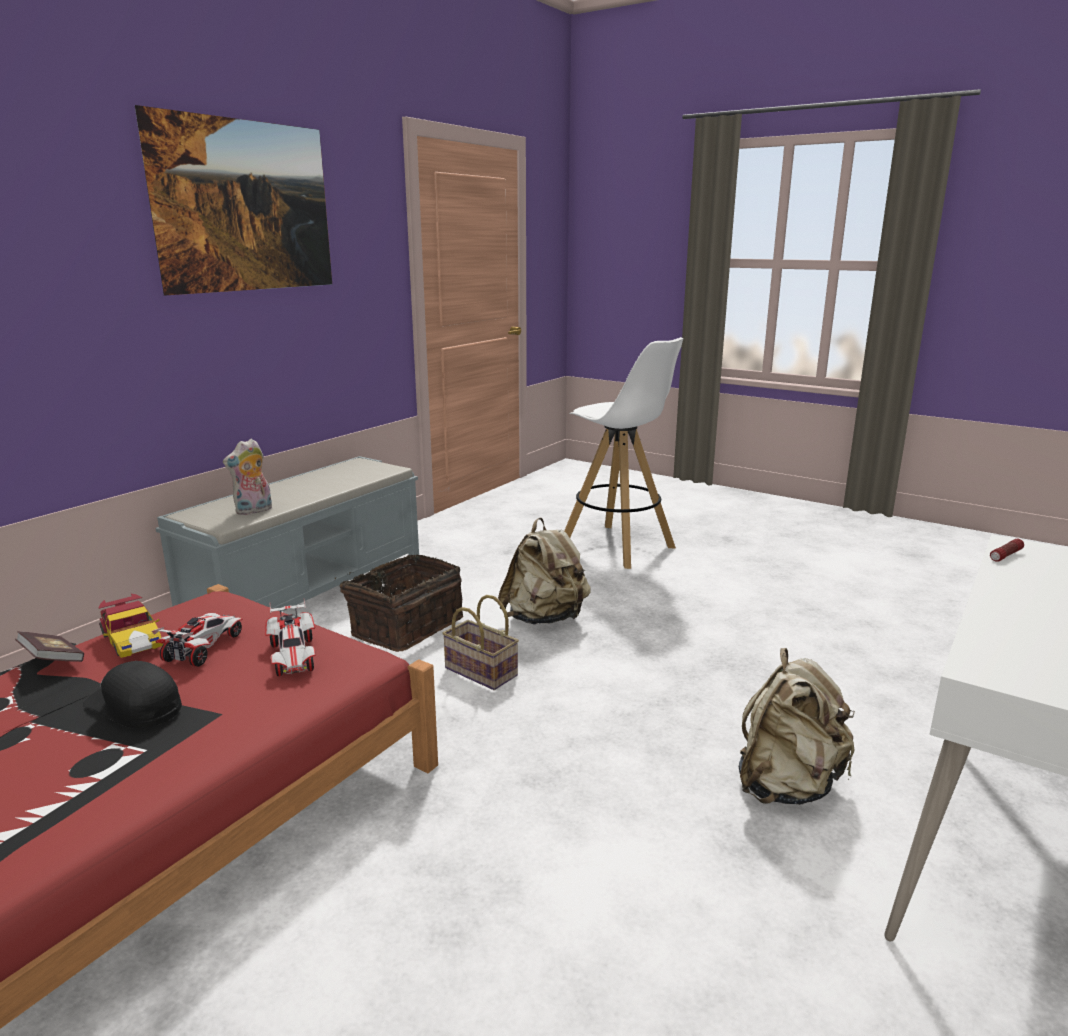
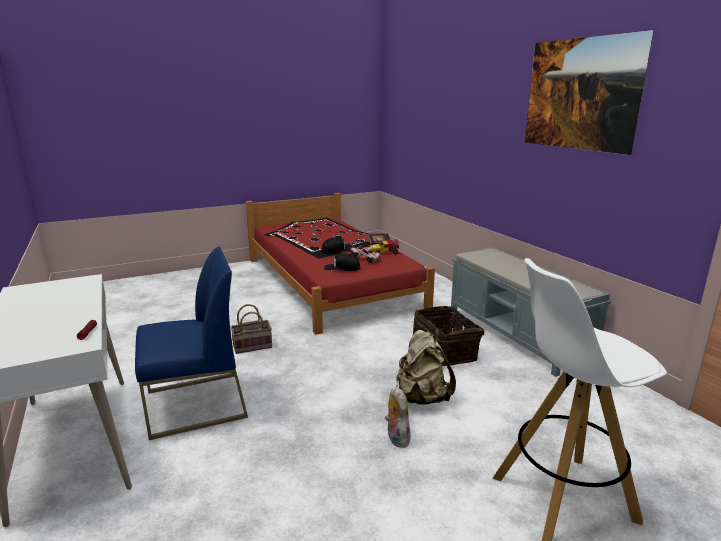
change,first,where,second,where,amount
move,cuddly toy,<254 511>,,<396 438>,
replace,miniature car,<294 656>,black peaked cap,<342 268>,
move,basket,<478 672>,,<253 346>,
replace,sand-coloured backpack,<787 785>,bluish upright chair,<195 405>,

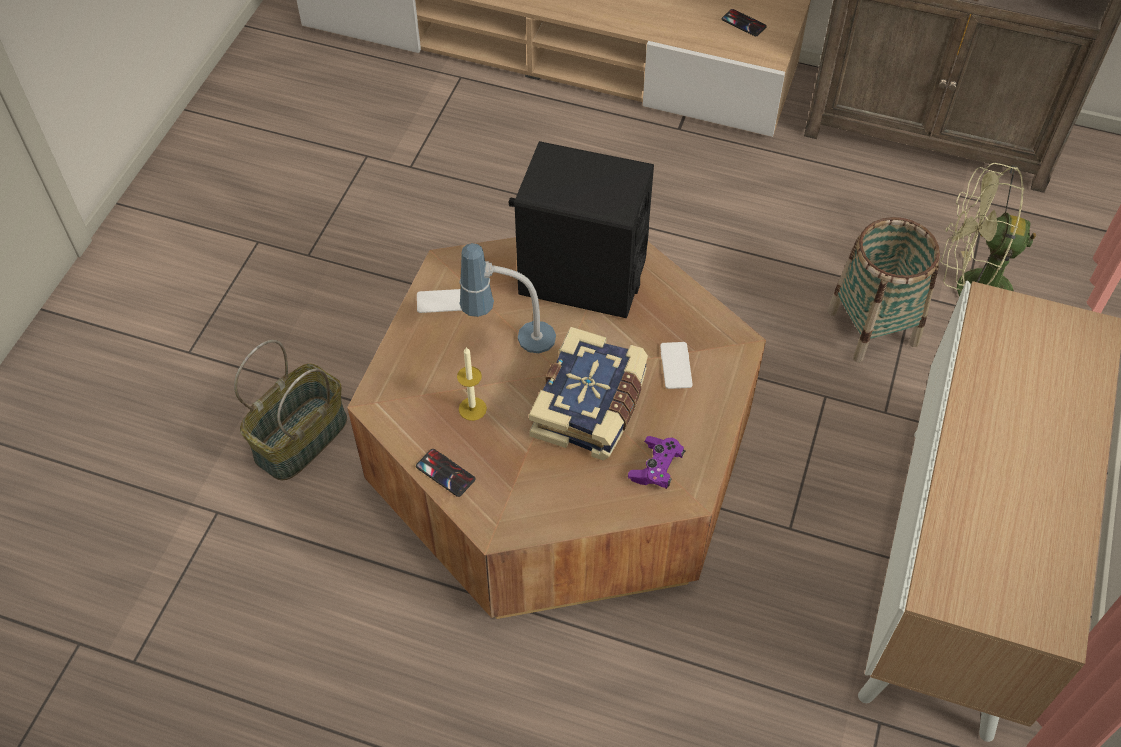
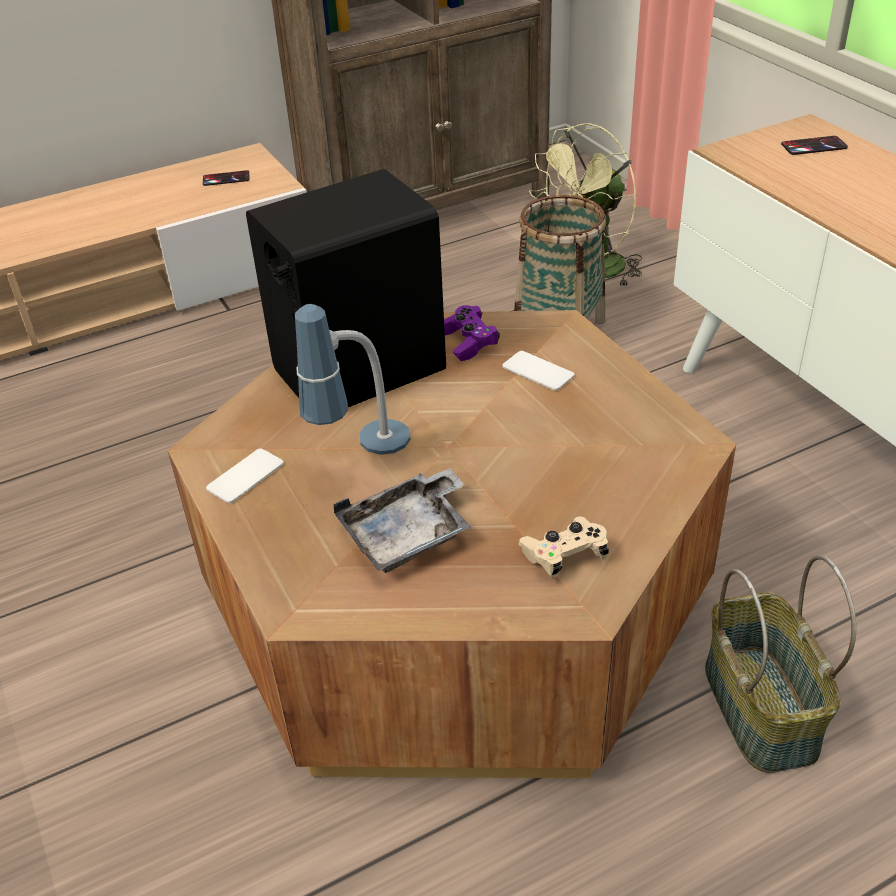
change,first,where,second,where,amount
move,basket,<300 437>,,<757 707>,
move,handset,<445 473>,,<813 146>,
replace,candle,<472 408>,gray carrying tray,<408 534>,
delete,volume,<591 406>,,,
move,purple-coloured gamepad,<656 468>,,<467 342>,
insert,,,sand-coloured gamepad,<564 556>,

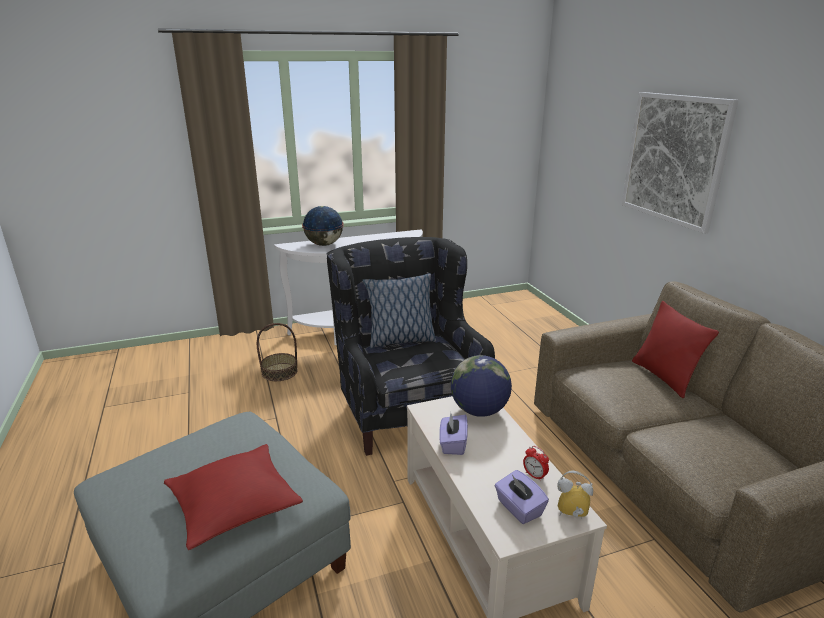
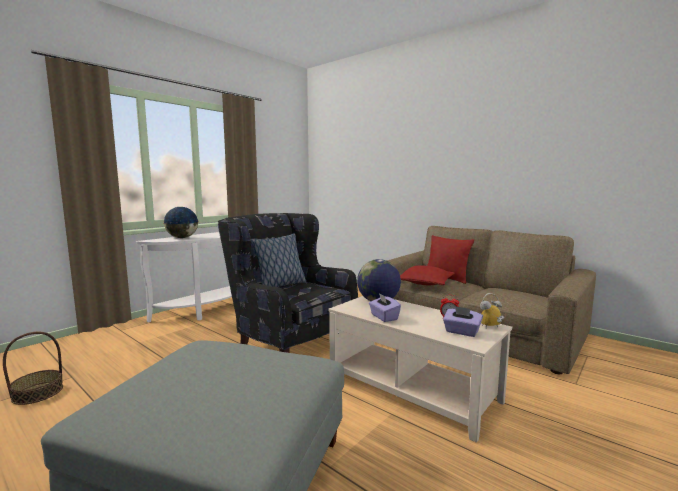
change,first,where,second,where,amount
move,red cushion,<234 504>,,<425 283>,
move,basket,<279 372>,,<38 393>,
delete,picture,<674 159>,,,

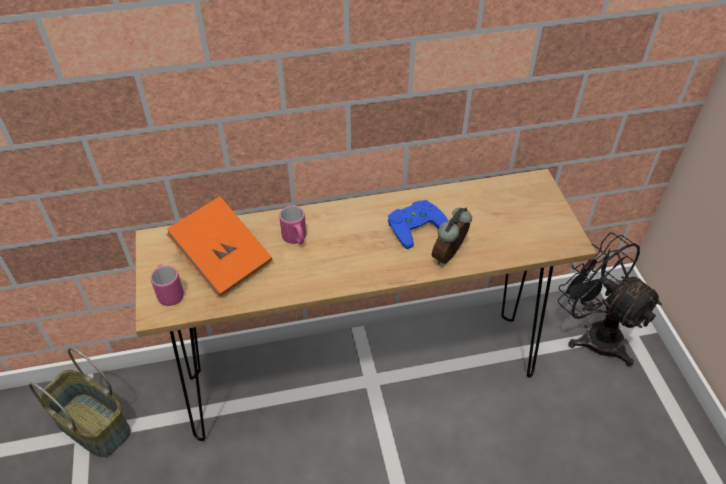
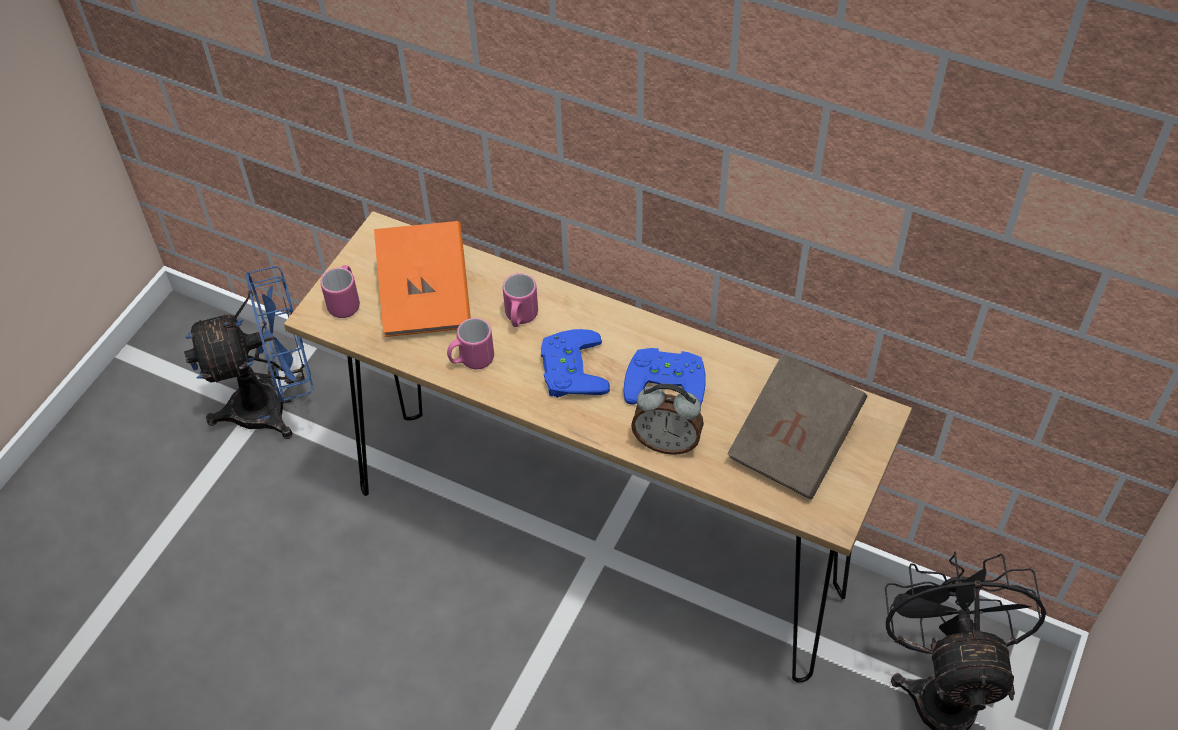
change,first,where,second,where,amount
replace,basket,<91 426>,bluish electric fan,<274 405>,
rotate,bedside clock,<450 256>,,<667 442>,150 degrees counterclockwise
insert,,,pinkish mug,<471 360>,
insert,,,bluish gamepad,<568 369>,
insert,,,brownish volume,<794 444>,

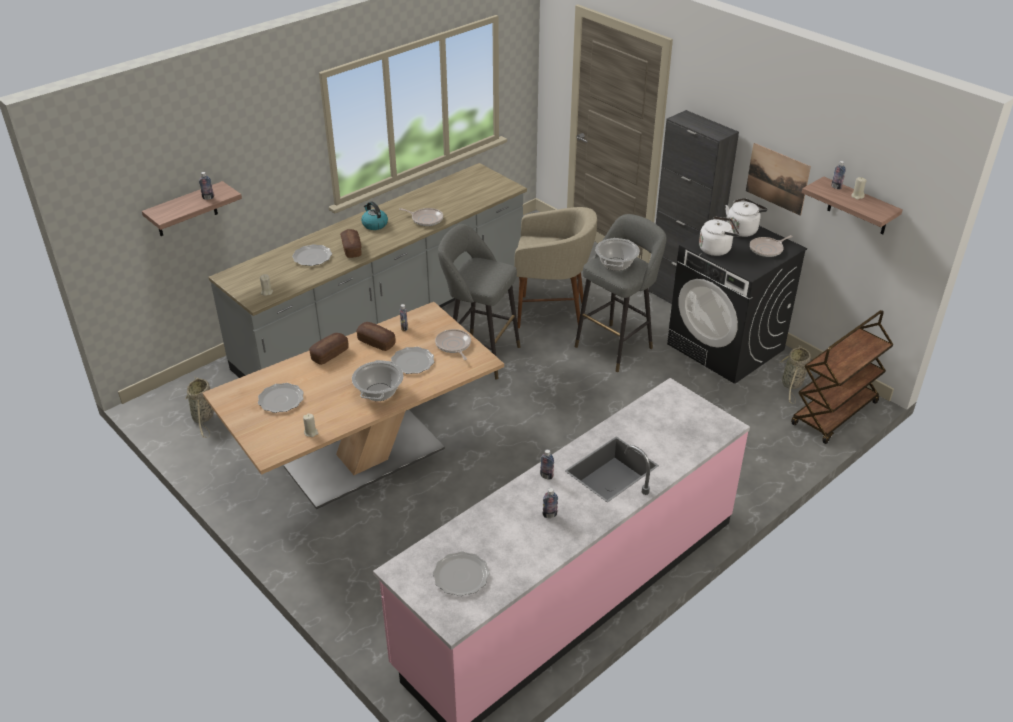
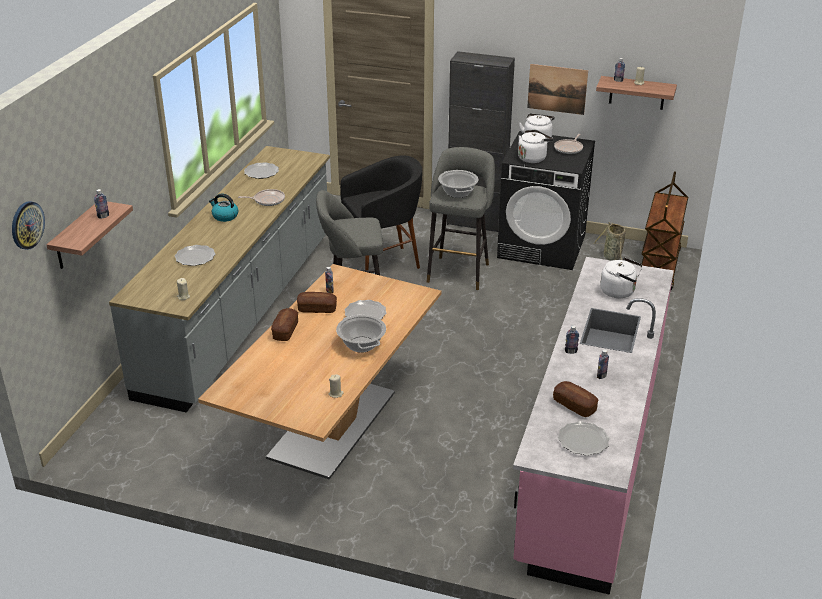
change,first,where,second,where,amount
delete,basket,<203 418>,,,
move,flat dish,<281 400>,,<261 172>,
move,bakery bread,<351 249>,,<574 405>,
delete,skillet,<453 345>,,,
recolor,sand-coloured stool,<551 314>,black stool,<384 263>,
insert,,,wall clock,<27 225>,
insert,,,whitish tea kettle,<619 292>,

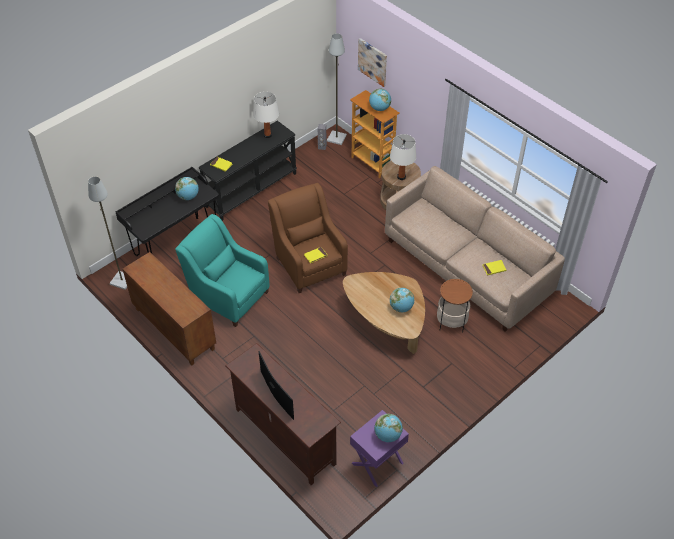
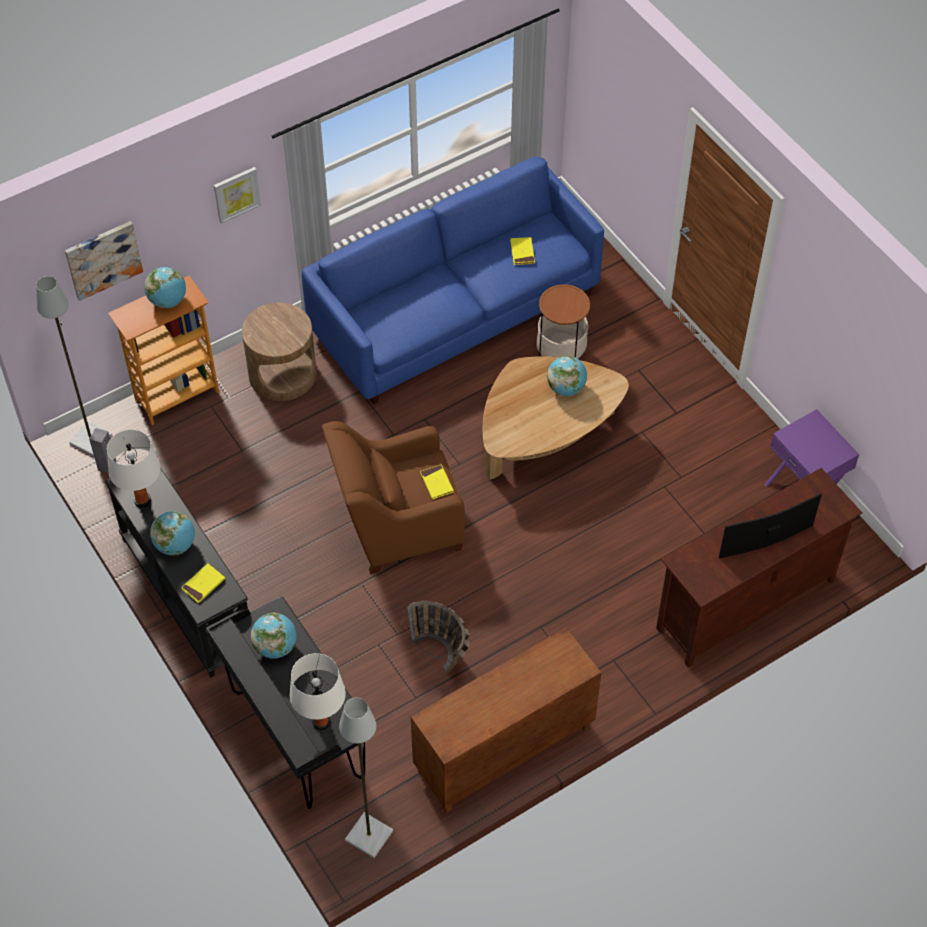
change,first,where,second,where,amount
replace,turquoise-coloured lounge chair,<227 295>,basket,<443 658>,
move,globe,<388 435>,,<175 545>,
recolor,sand-coloured sofa,<467 267>,bluish sofa,<455 313>,
move,whitish lamp for a table,<401 177>,,<321 722>,
insert,,,picture,<236 194>,

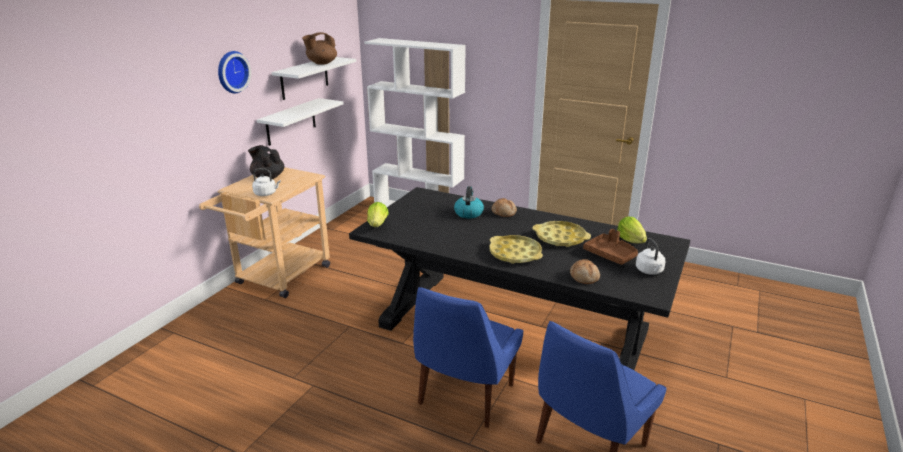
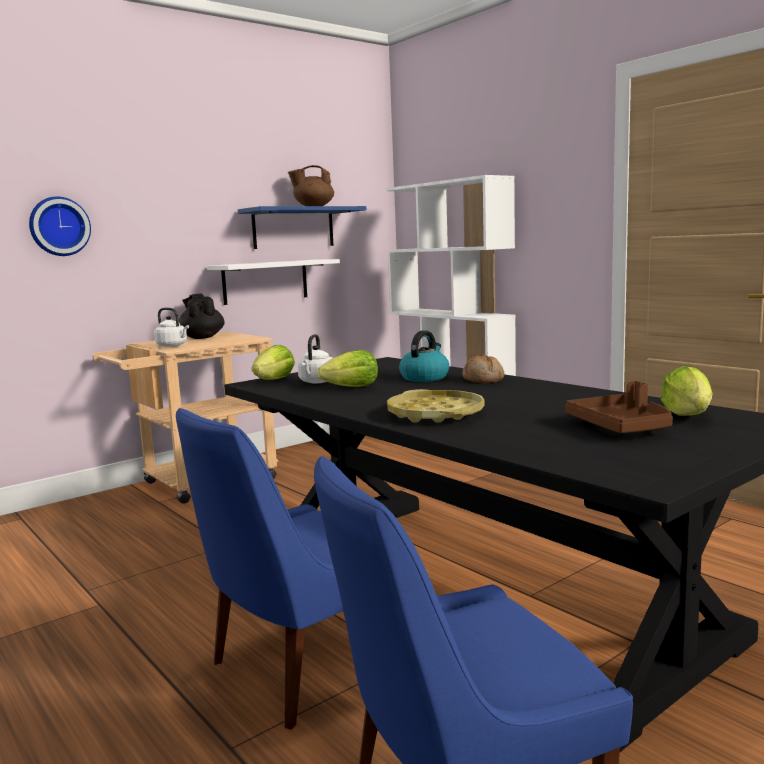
change,first,where,second,where,amount
move,wall clock,<231 72>,,<59 226>,
recolor,whitish wall shelf,<304 78>,bluish wall shelf,<293 228>,
delete,yellow-coloured carrying tray,<560 238>,,,
delete,bakery bread,<584 277>,,,
move,whitish tea kettle,<649 271>,,<317 382>,
insert,,,lettuce head,<352 388>,

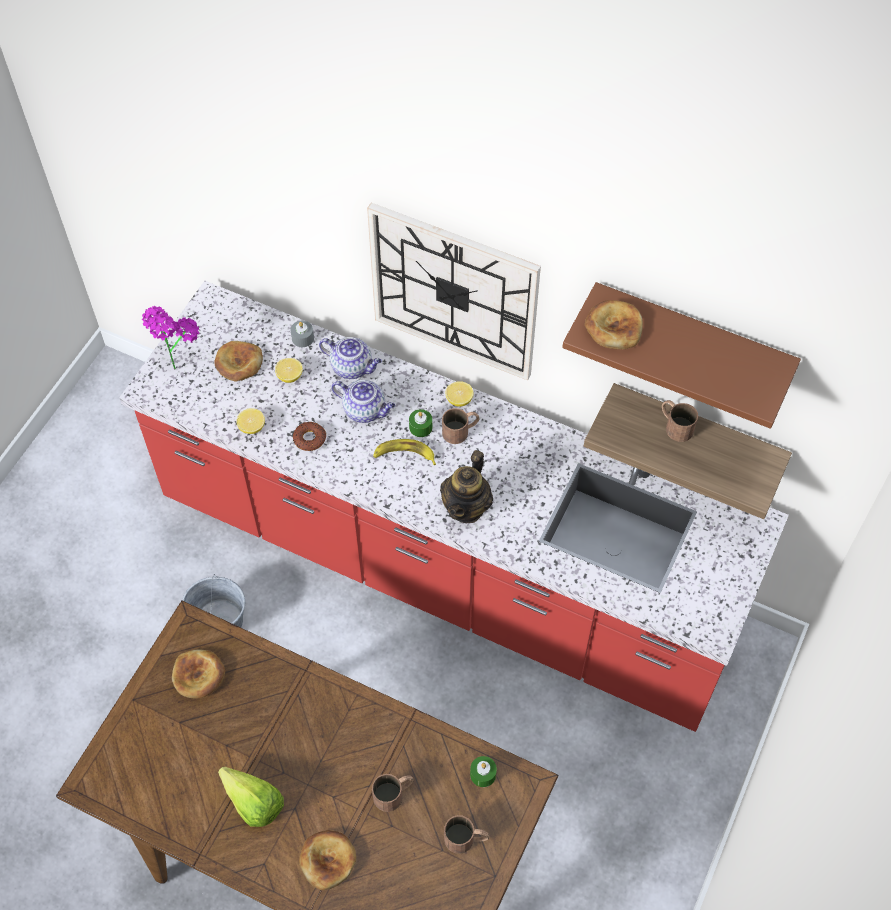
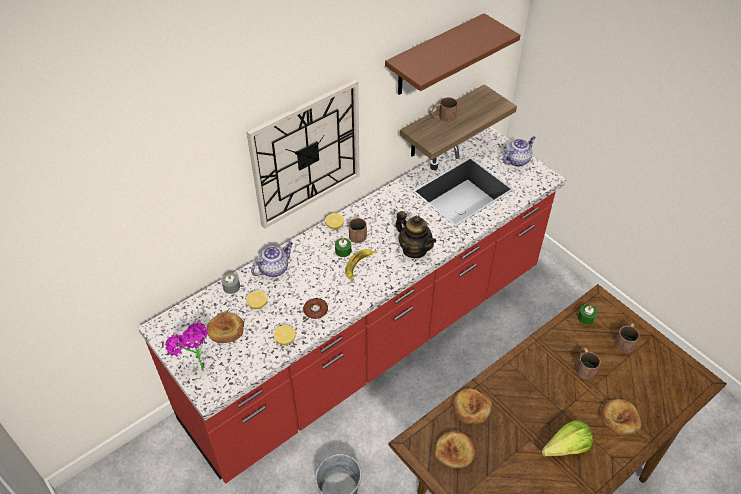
change,first,where,second,where,amount
move,tea pot,<365 410>,,<517 160>,
move,bakery bread,<614 327>,,<471 408>,

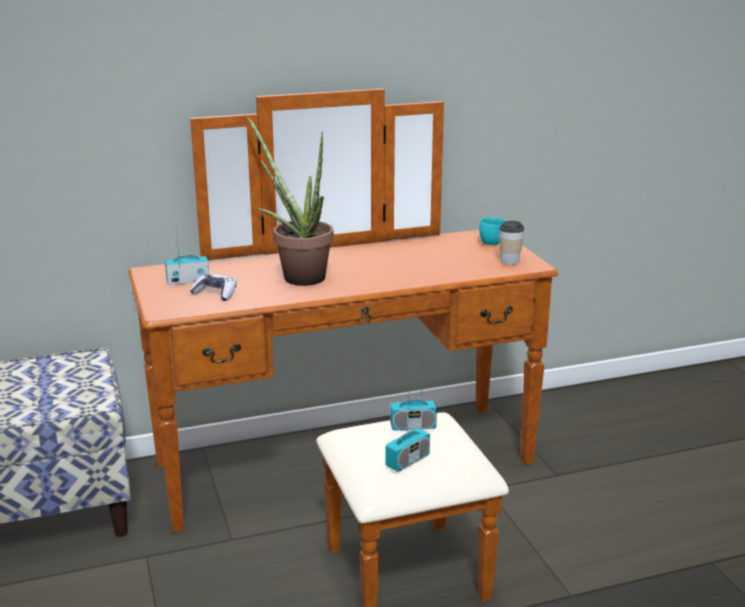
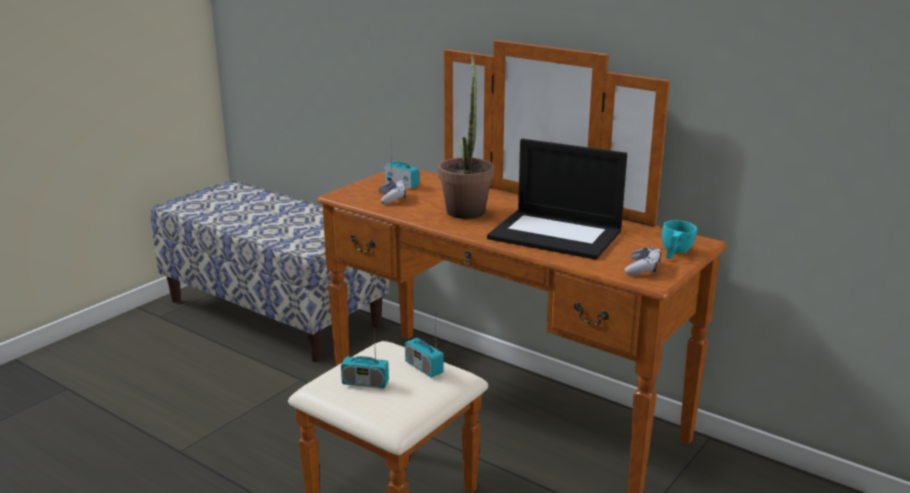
change,first,where,second,where,amount
replace,drinking cup,<509 261>,gamepad,<642 268>,
insert,,,portable computer,<557 234>,

